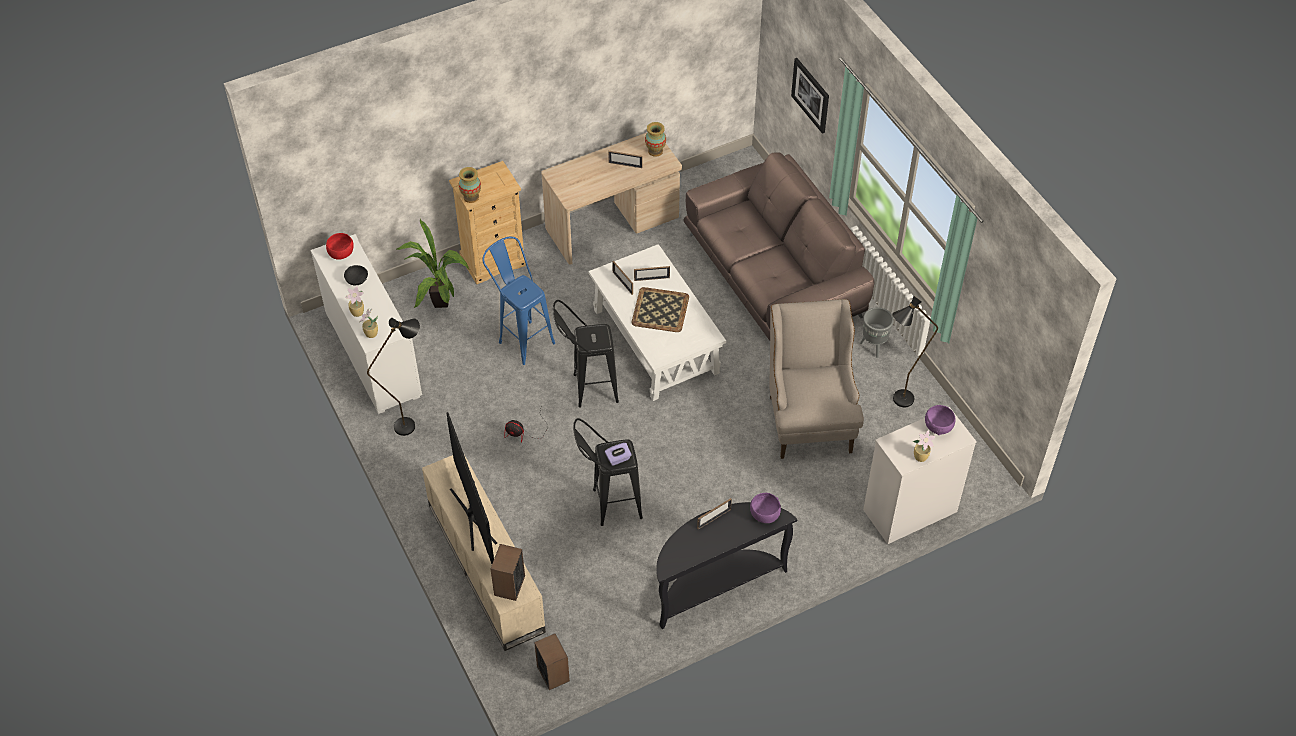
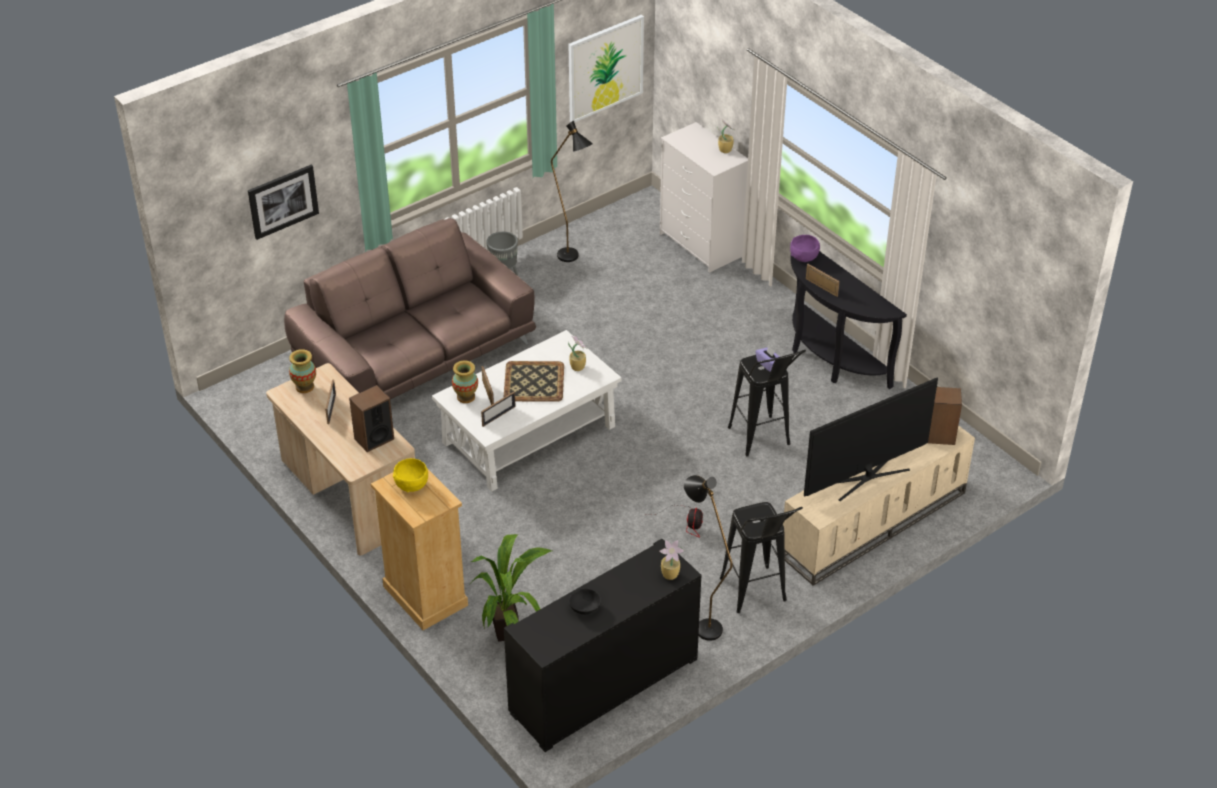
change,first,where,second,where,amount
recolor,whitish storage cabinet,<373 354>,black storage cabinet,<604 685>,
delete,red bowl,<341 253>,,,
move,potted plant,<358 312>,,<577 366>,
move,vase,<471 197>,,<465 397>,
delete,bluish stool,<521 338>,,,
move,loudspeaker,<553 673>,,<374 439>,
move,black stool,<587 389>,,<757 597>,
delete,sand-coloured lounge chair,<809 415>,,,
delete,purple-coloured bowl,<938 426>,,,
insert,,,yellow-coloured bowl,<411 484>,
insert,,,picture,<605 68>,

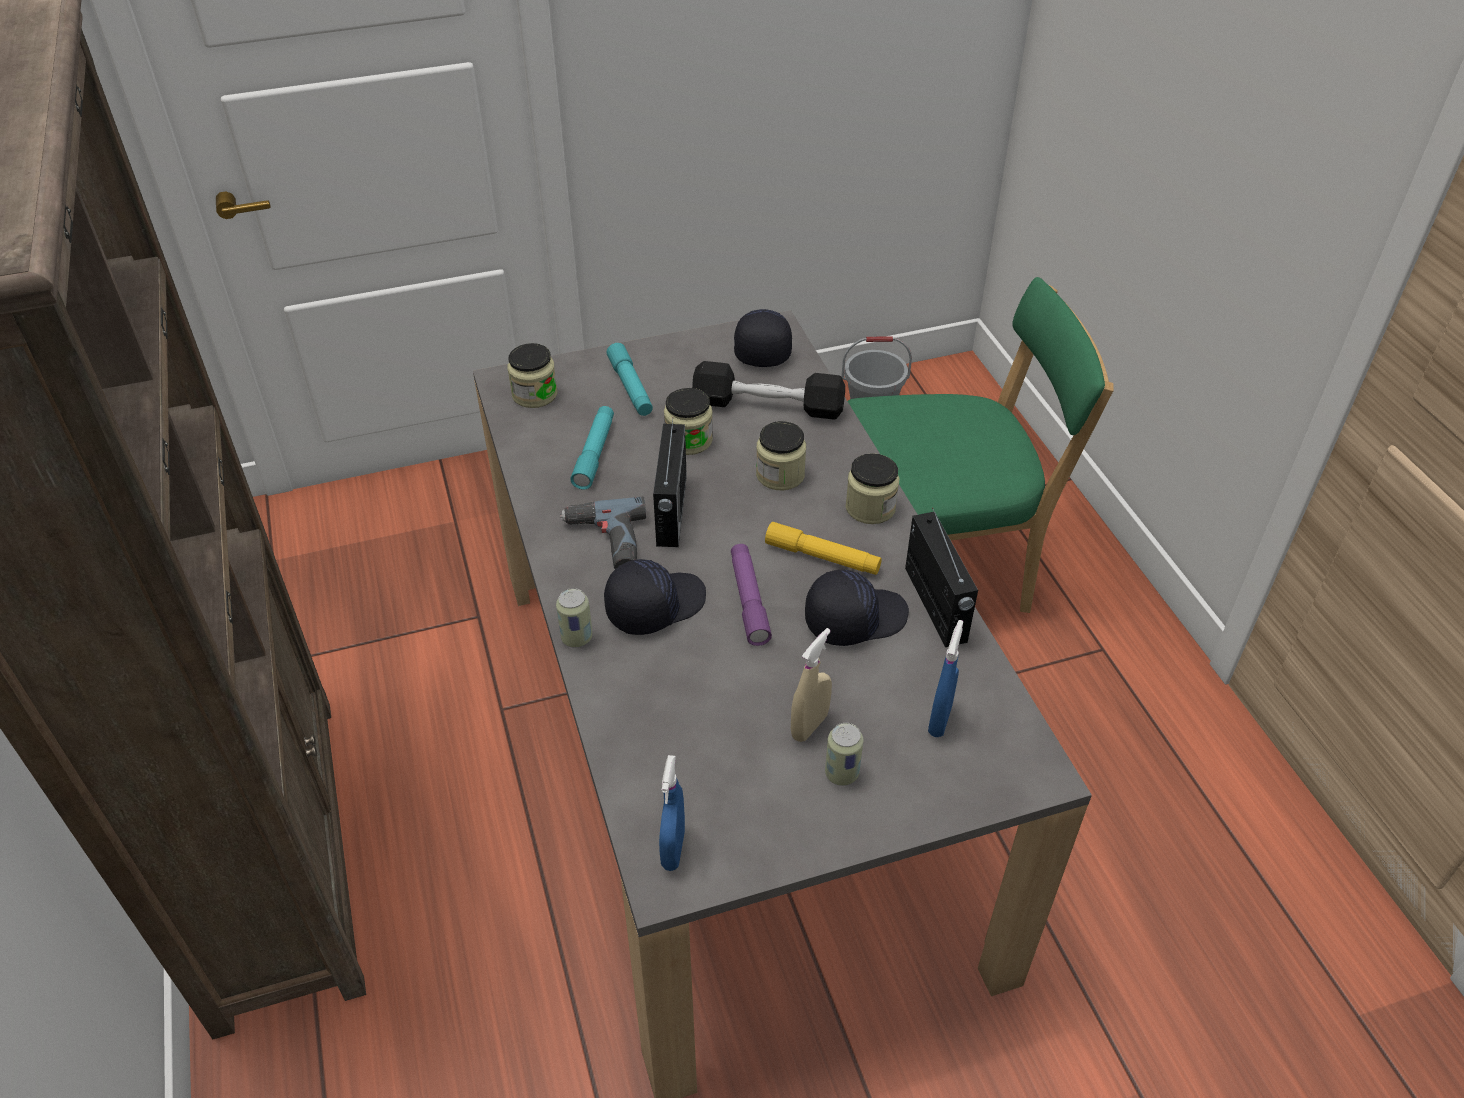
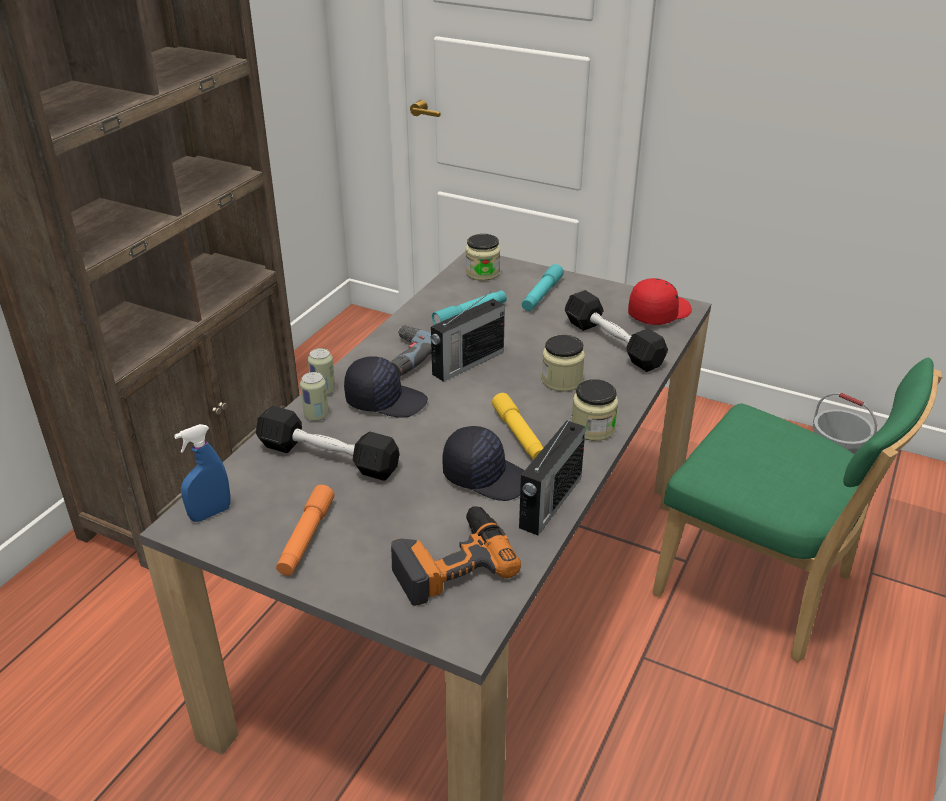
change,first,where,second,where,amount
delete,jar,<688 440>,,,
delete,purple-coloured torch,<749 600>,,,
recolor,black peaked cap,<762 347>,red peaked cap,<658 313>,
delete,sand-coloured hand sprayer,<809 726>,,,
move,metal can,<842 773>,,<316 415>,
replace,bluish hand sprayer,<939 719>,drill,<451 561>,
insert,,,black hand weight,<328 457>,
insert,,,orange torch,<306 537>,

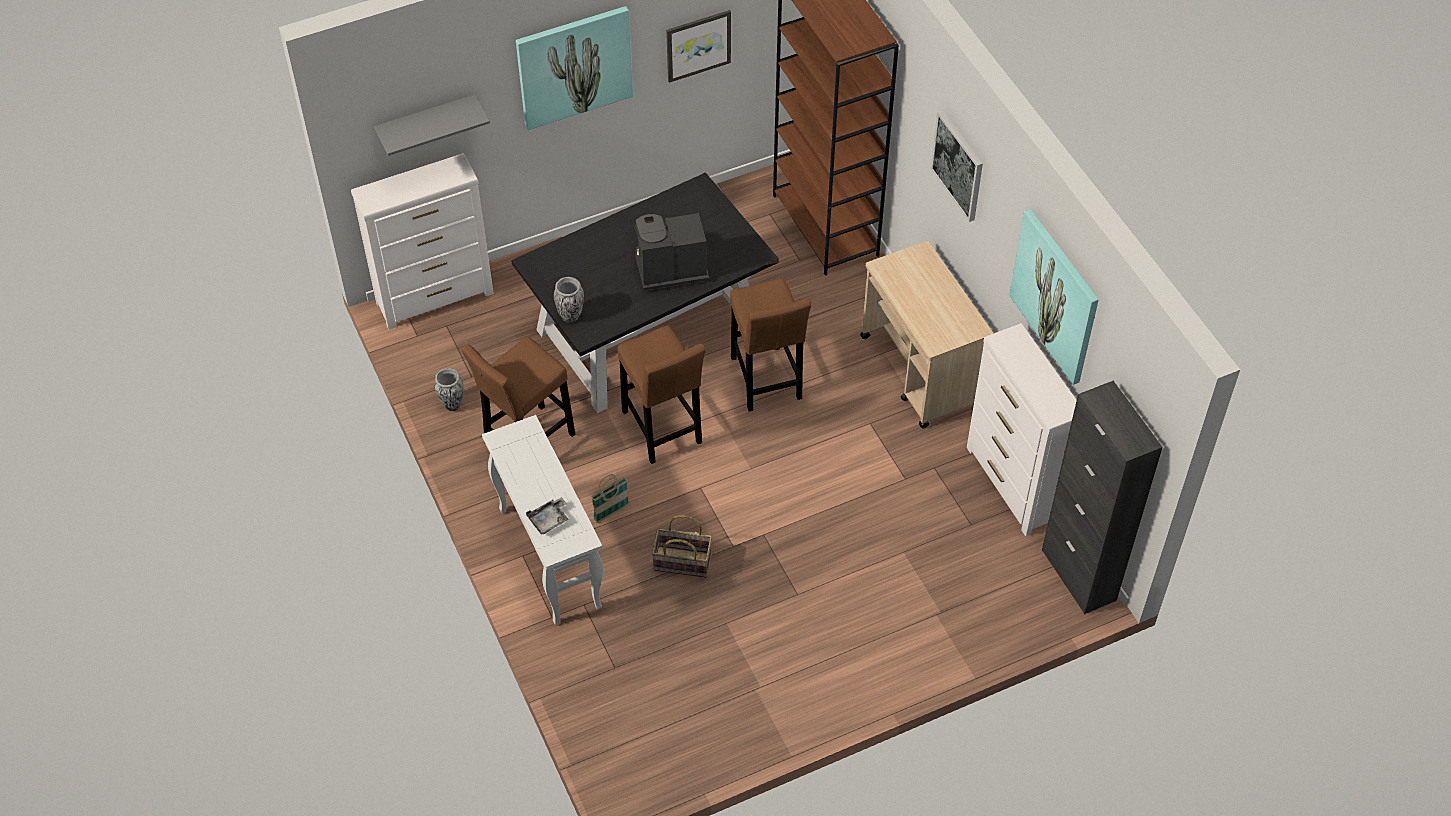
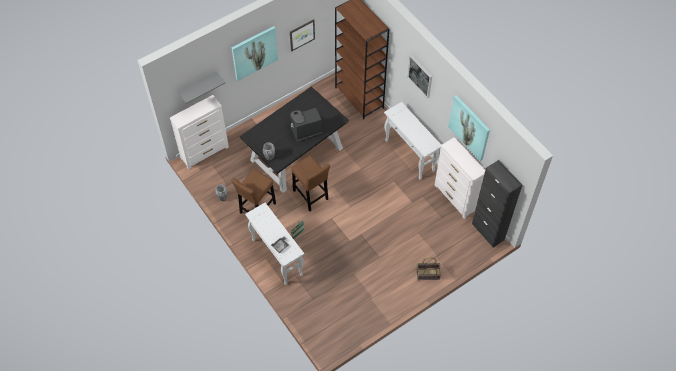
change,first,where,second,where,amount
move,basket,<682 563>,,<428 275>,
delete,brownish stool,<766 382>,,,
replace,sand-coloured trolley,<920 372>,whitish console table,<410 156>,

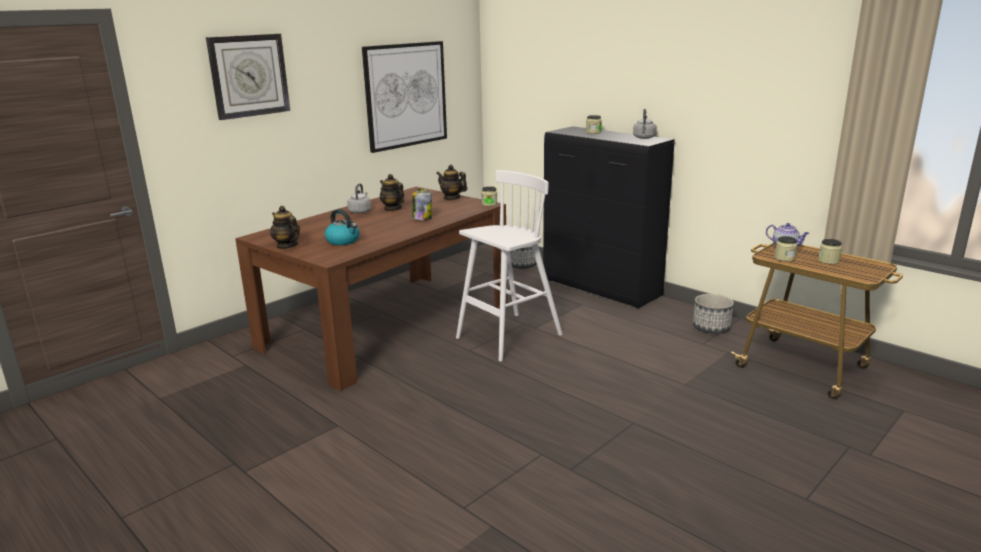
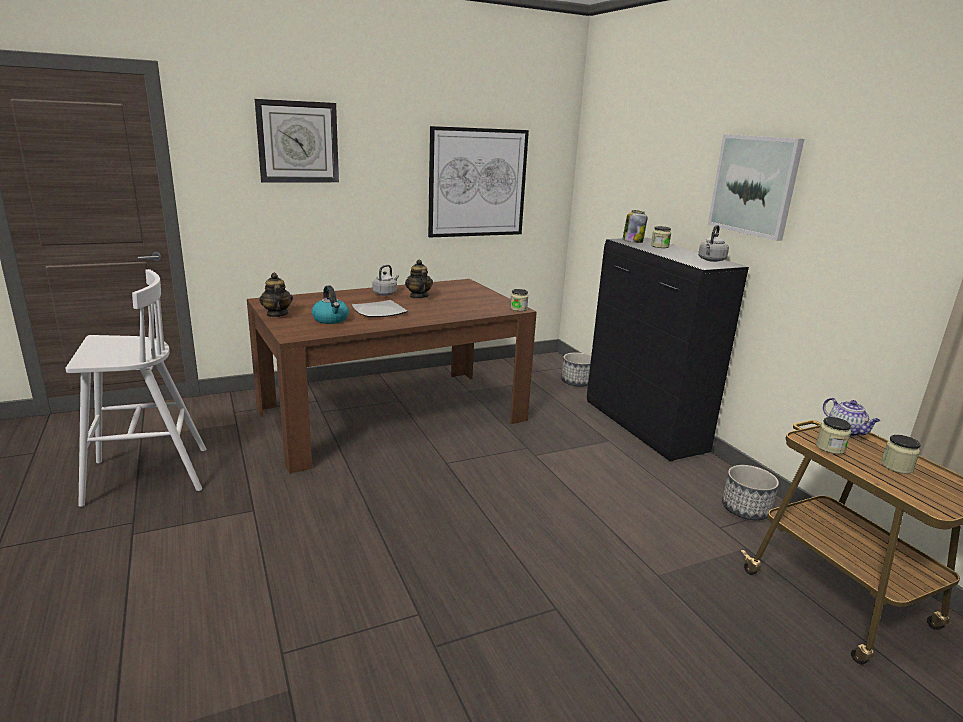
change,first,where,second,where,amount
move,jar,<422 218>,,<632 241>,
delete,tea pot,<452 198>,,,
move,whitish stool,<507 337>,,<144 476>,
insert,,,flat dish,<379 312>,
insert,,,picture,<754 185>,

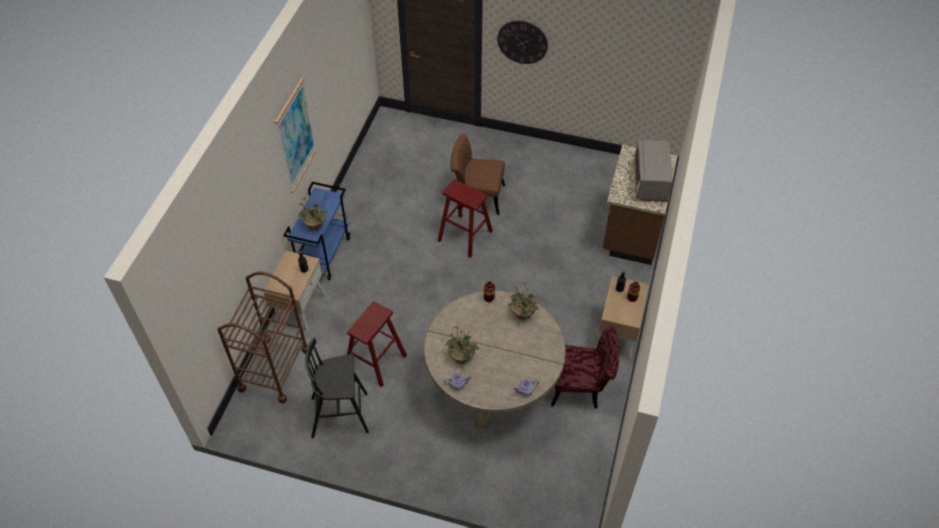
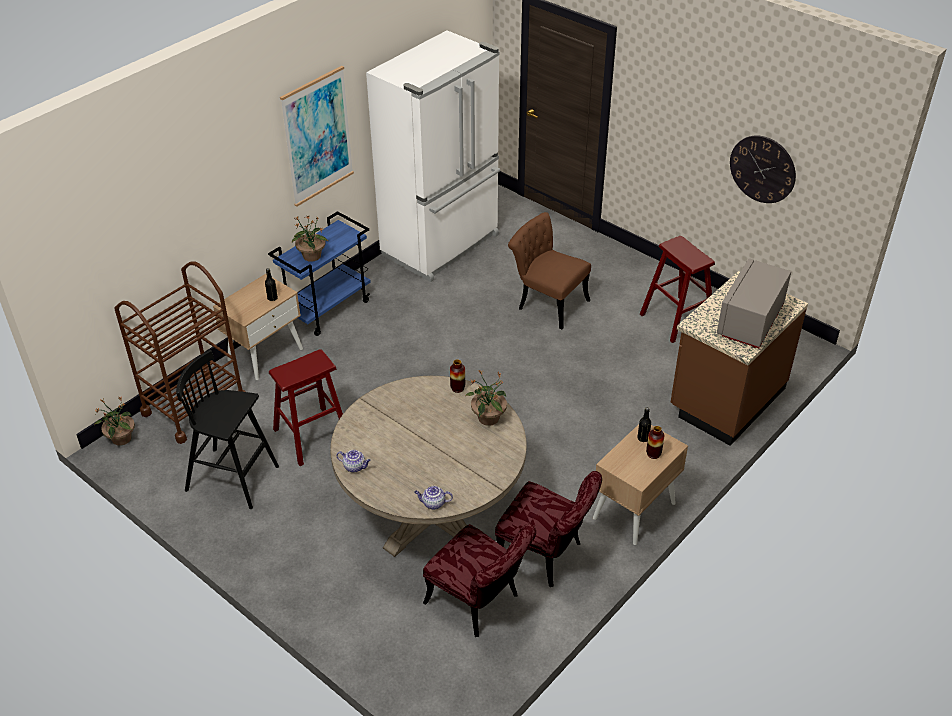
change,first,where,second,where,amount
move,red stool,<465 236>,,<676 319>,
move,potted plant,<461 357>,,<121 439>,
move,wall clock,<522 42>,,<762 169>,
insert,,,whitish refrigerator,<442 245>,
insert,,,red upright chair,<479 603>,

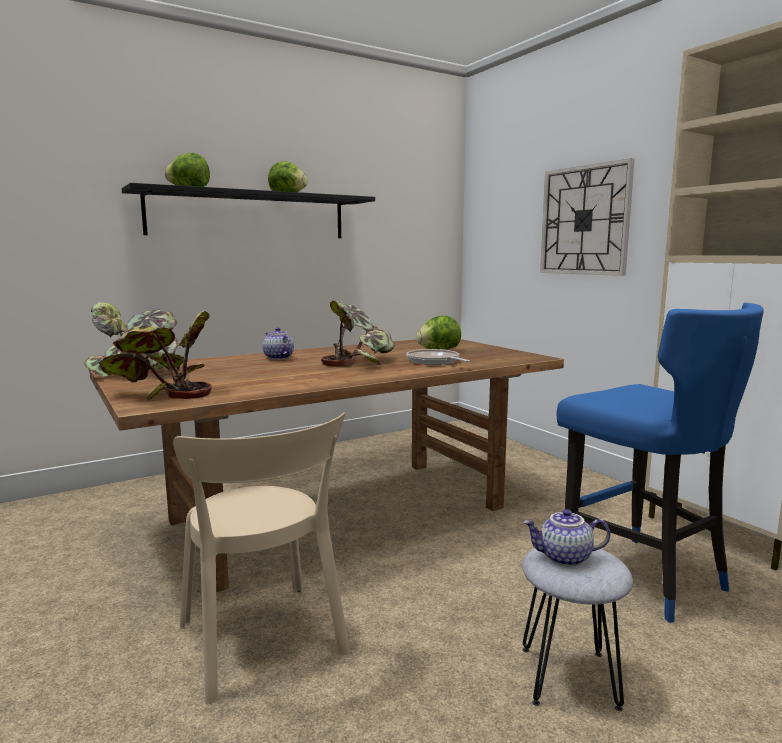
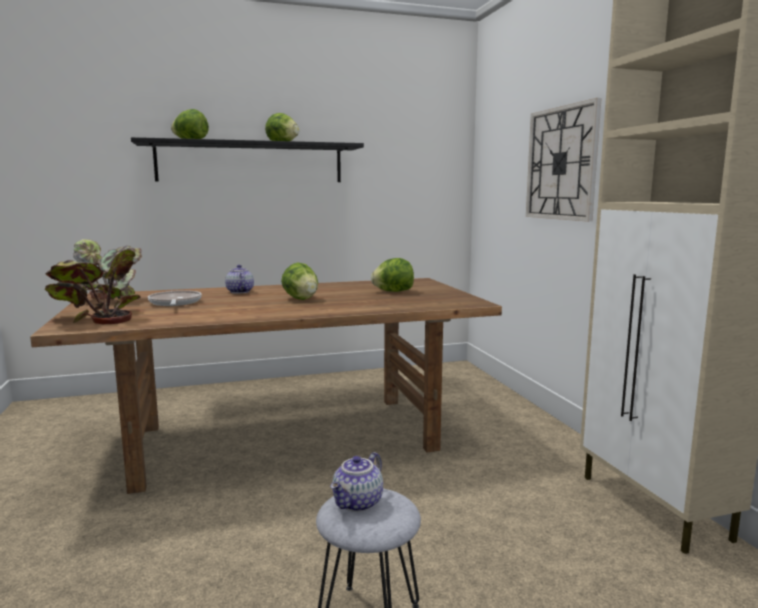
change,first,where,second,where,amount
delete,sand-coloured upright chair,<264 643>,,,
replace,potted plant,<360 362>,lettuce head,<301 299>,
move,skillet,<434 362>,,<175 303>,
rotate,tea pot,<564 558>,,<358 503>,75 degrees counterclockwise
delete,bluish stool,<642 577>,,,

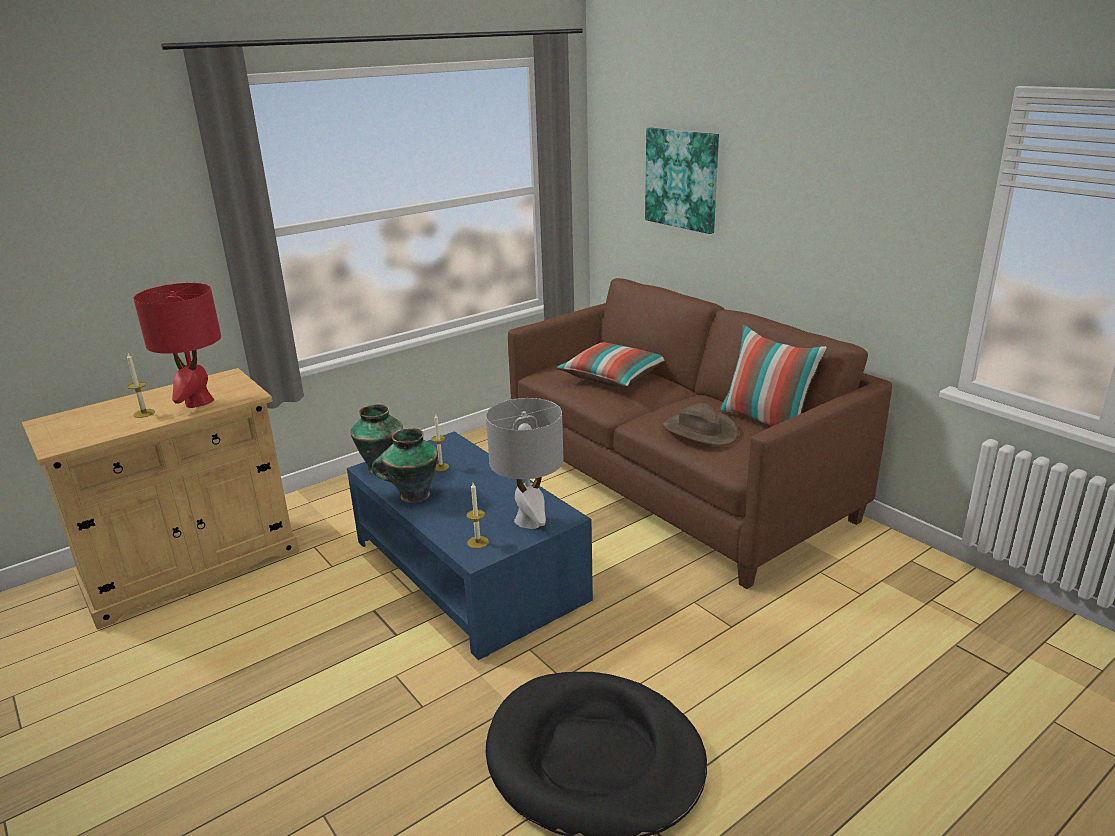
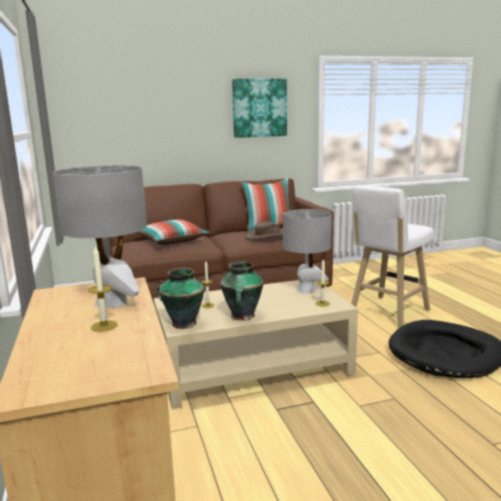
change,first,where,second,where,amount
recolor,red lamp for a table,<198 402>,gray lamp for a table,<112 302>,
recolor,bluish low table,<468 570>,sand-coloured low table,<253 366>,
move,picture,<682 179>,,<259 108>,
insert,,,whitish stool,<387 312>,

